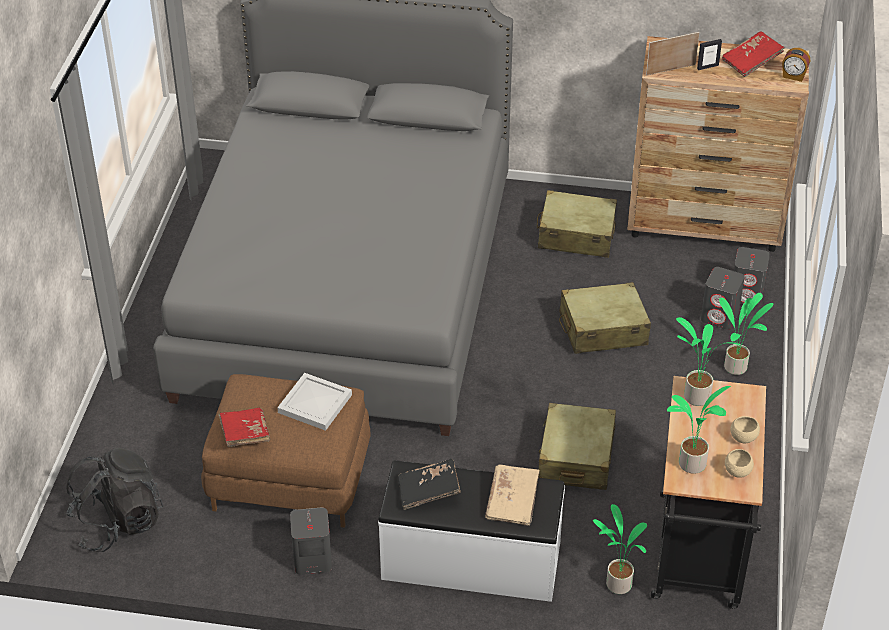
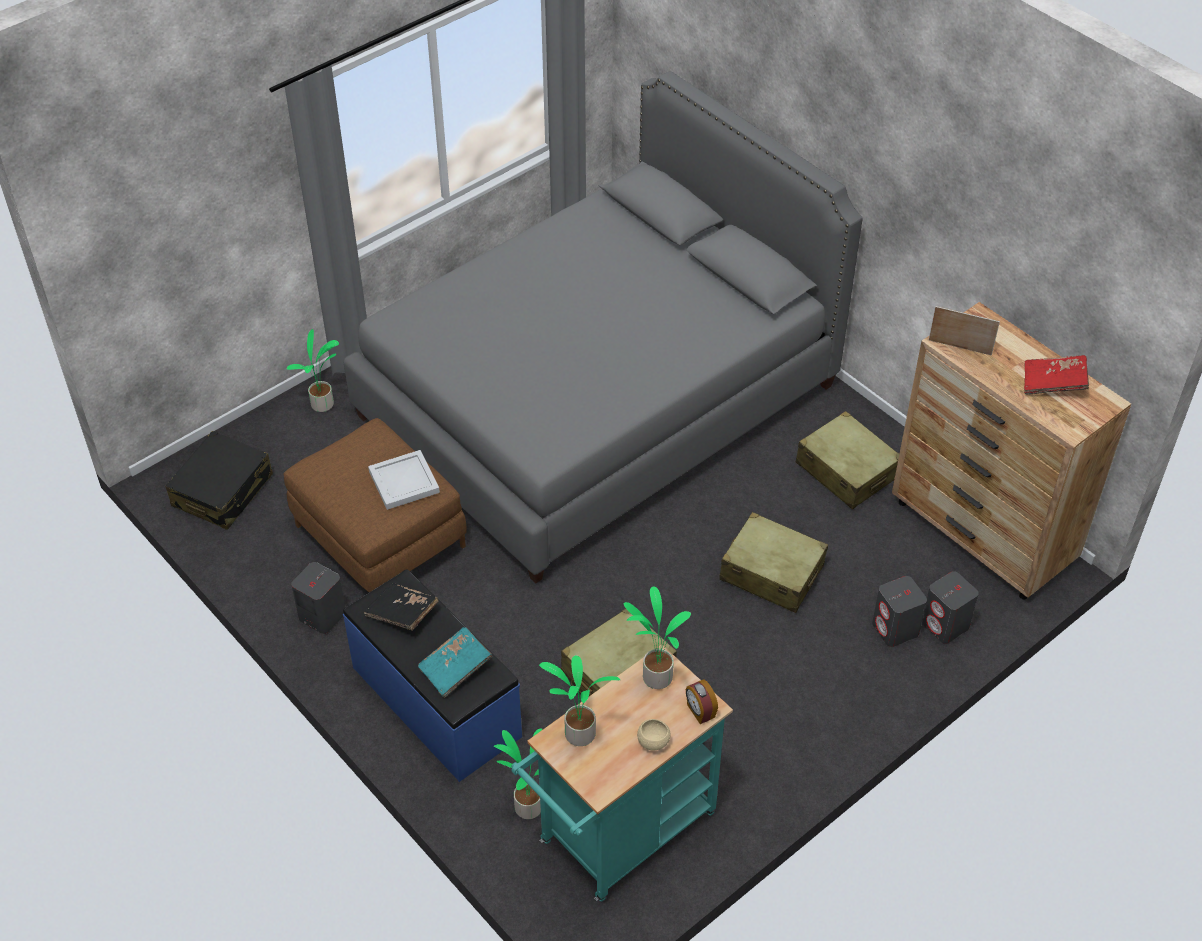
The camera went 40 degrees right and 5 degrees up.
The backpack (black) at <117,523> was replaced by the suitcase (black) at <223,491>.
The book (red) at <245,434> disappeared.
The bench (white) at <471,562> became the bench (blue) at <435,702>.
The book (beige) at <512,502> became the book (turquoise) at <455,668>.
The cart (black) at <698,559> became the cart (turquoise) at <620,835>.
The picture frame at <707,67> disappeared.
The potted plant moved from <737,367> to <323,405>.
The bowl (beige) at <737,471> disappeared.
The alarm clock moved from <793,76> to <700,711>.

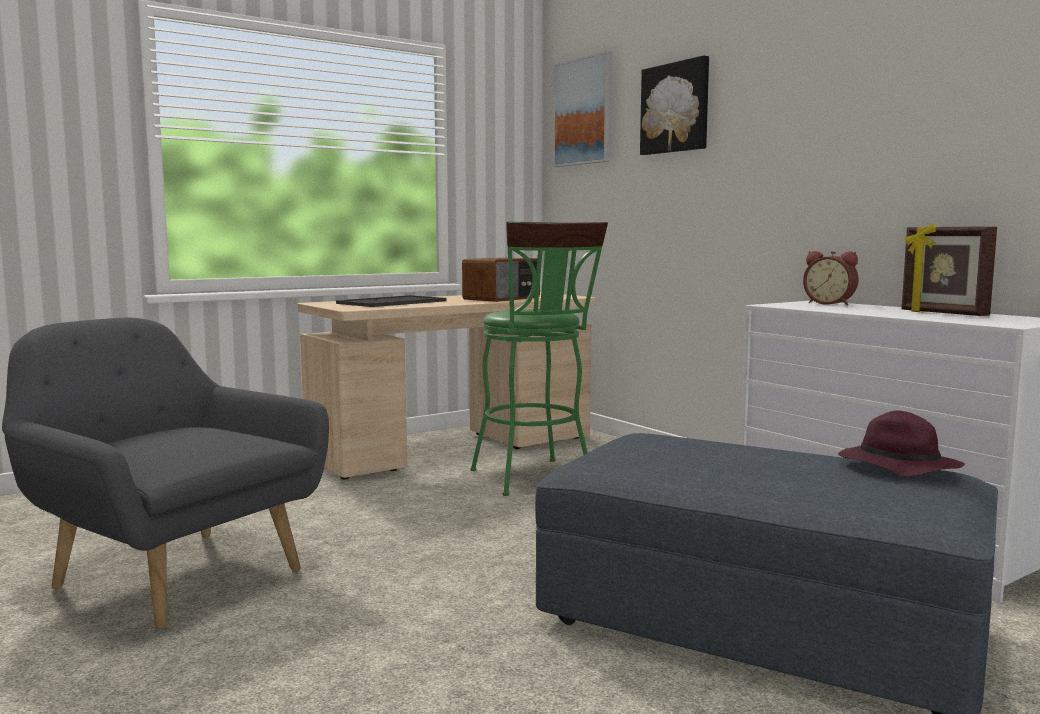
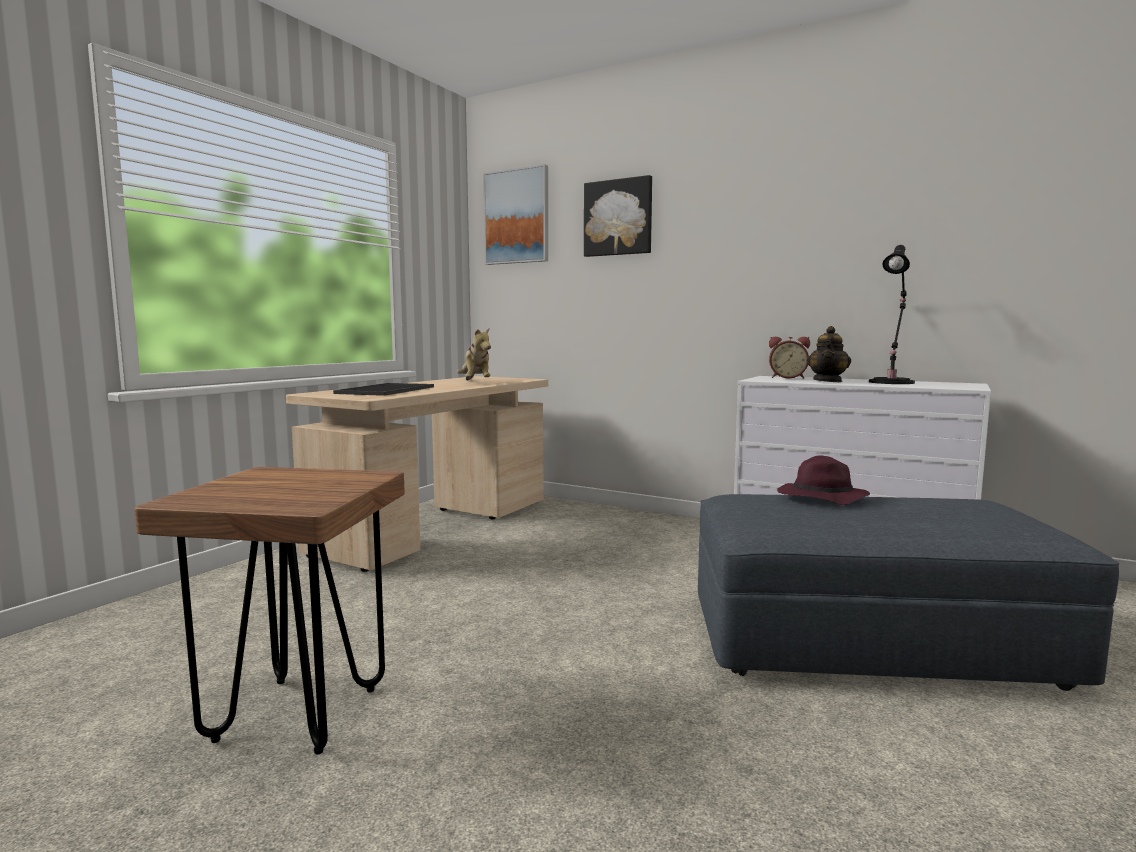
The camera went 25 degrees left and 0 degrees up.
The armchair (grey) at <173,573> was replaced by the stool (brown) at <298,713>.
The radio at <503,298> was replaced by the plush toy at <475,383>.
The stool (green) at <535,479> disappeared.
The hat (purple) moved from <896,467> to <820,498>.
The picture frame at <943,313> was replaced by the table lamp (black) at <892,382>.
The teapot at <828,381> appeared.

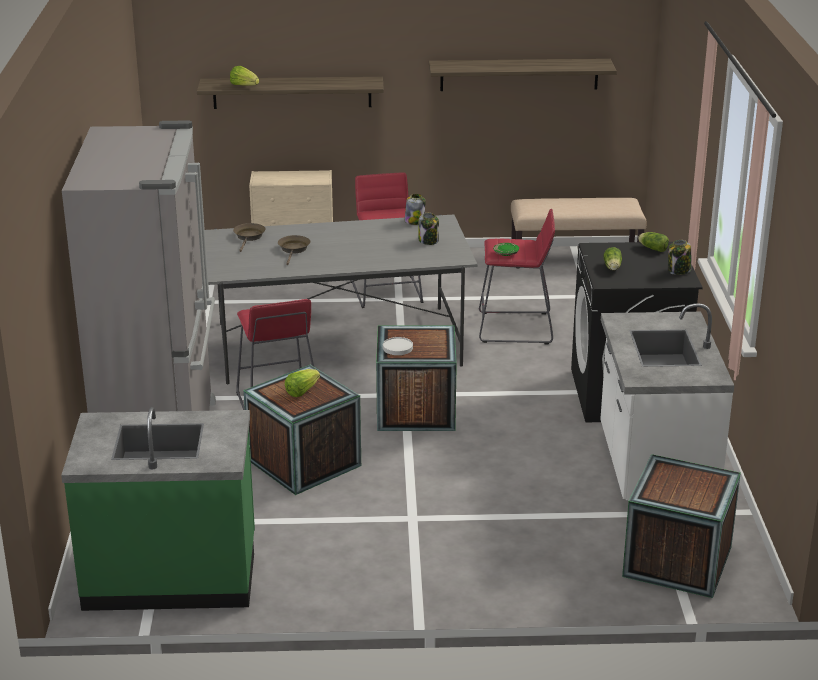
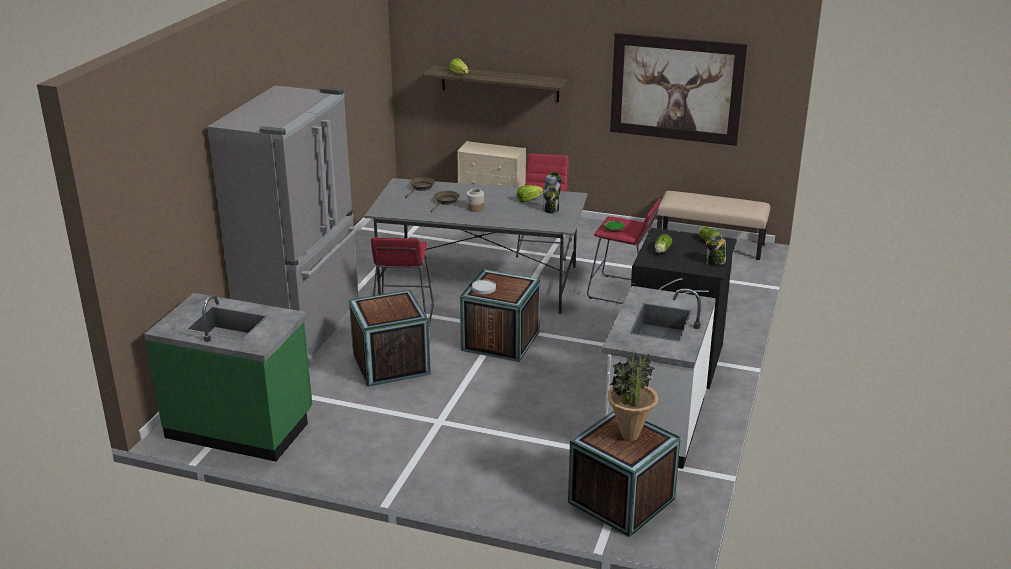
The camera went 20 degrees right and 0 degrees up.
The lettuce moved from <301,391> to <528,200>.
The shelf at <519,74> was replaced by the picture at <676,89>.
The jar at <475,208> appeared.
The potted plant at <629,436> appeared.

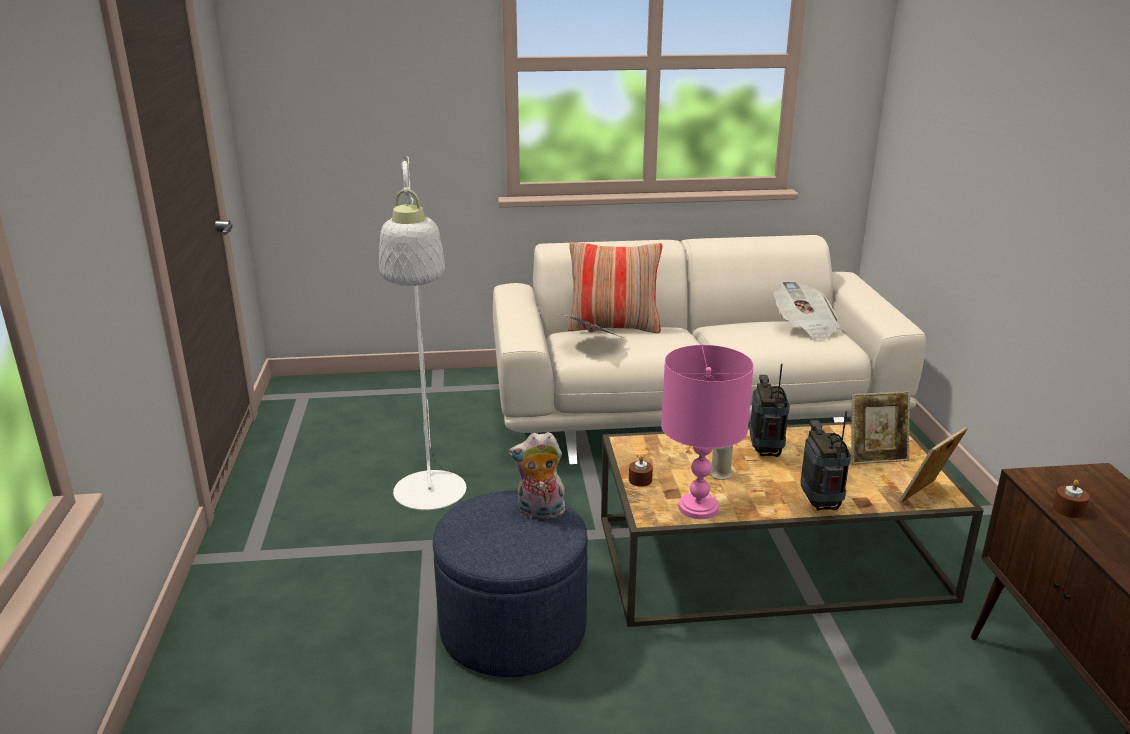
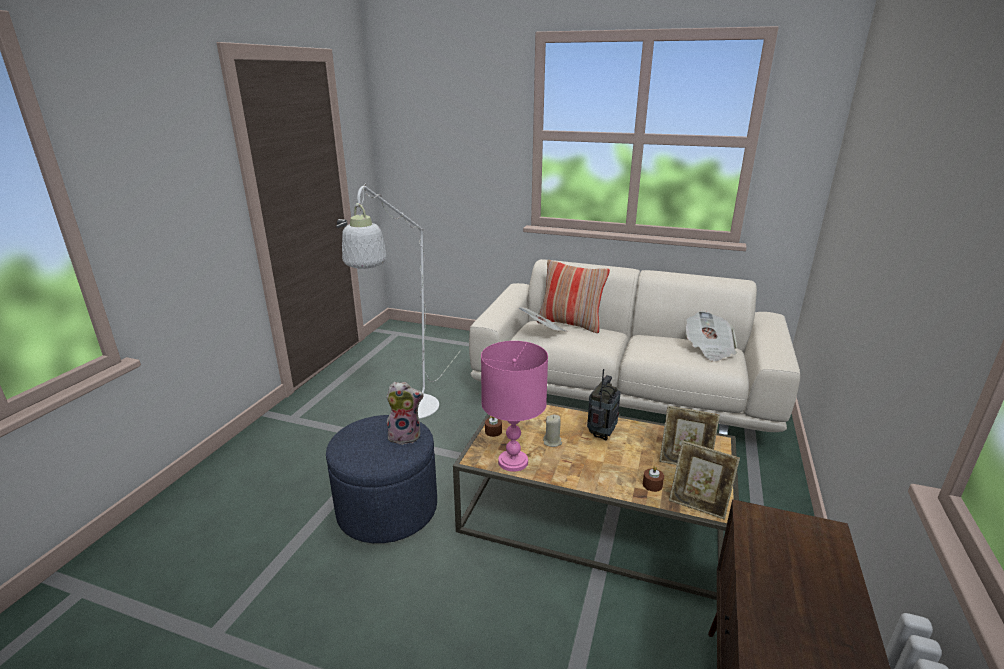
The camera went 25 degrees right and 0 degrees up.
The plush toy at <539,513> turned 150 degrees clockwise.
The radio at <820,504> disappeared.
The picture frame at <926,496> turned 135 degrees counterclockwise.
The candle (brown) moved from <1068,509> to <652,485>.

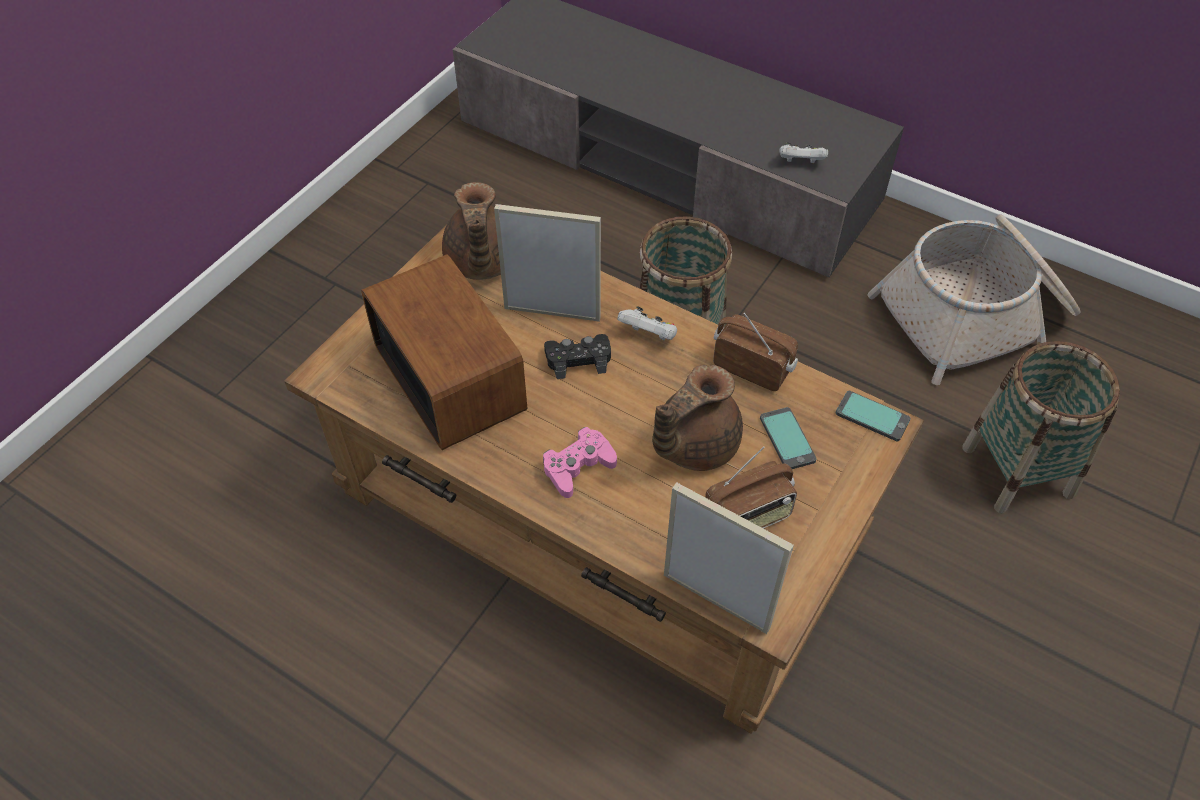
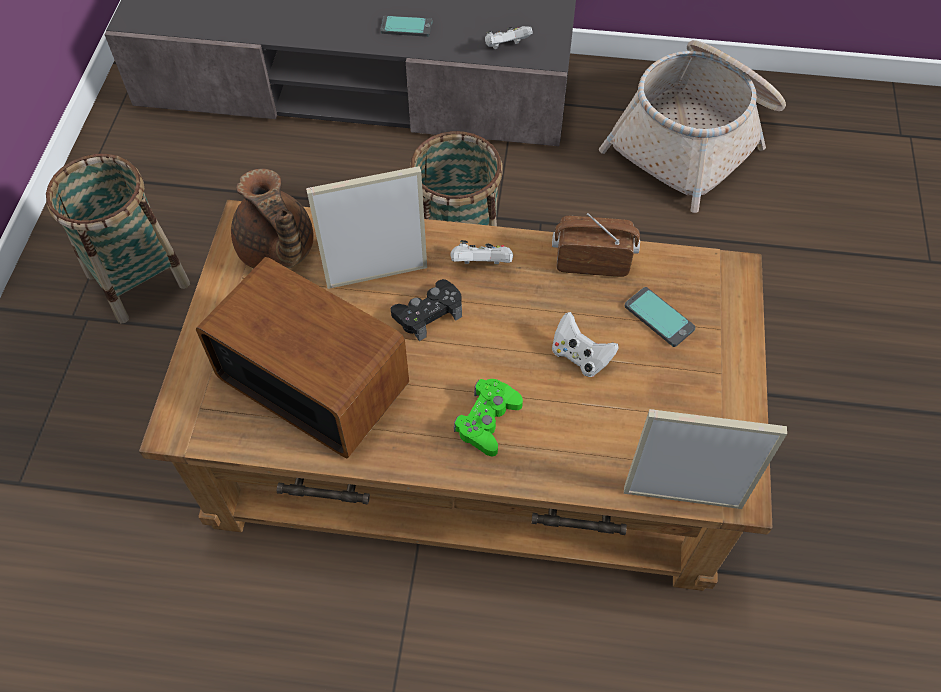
The camera went 25 degrees left and 5 degrees up.
The game controller (pink) at <578,467> became the game controller (green) at <487,420>.
The teapot (brown) at <693,445> was replaced by the game controller (white) at <580,356>.
The radio at <747,518> disappeared.
The phone moved from <872,416> to <406,27>.
The basket moved from <1017,471> to <138,280>.

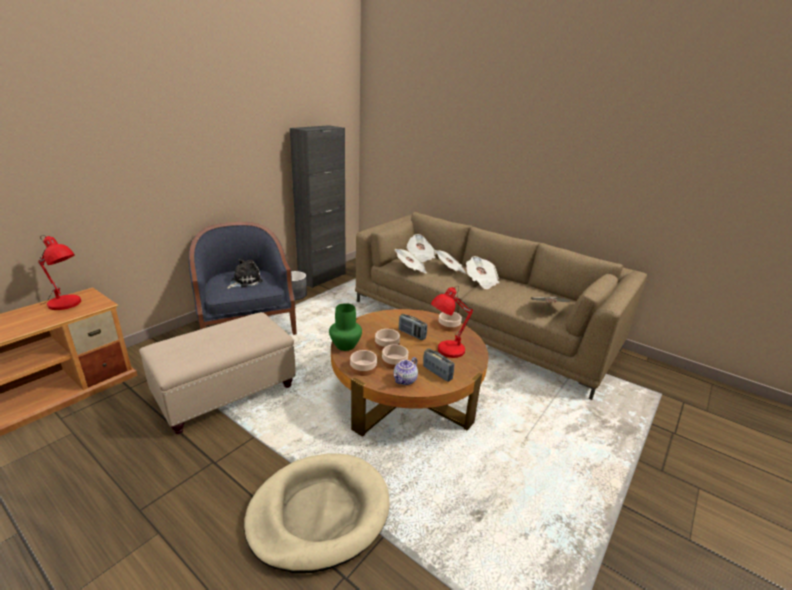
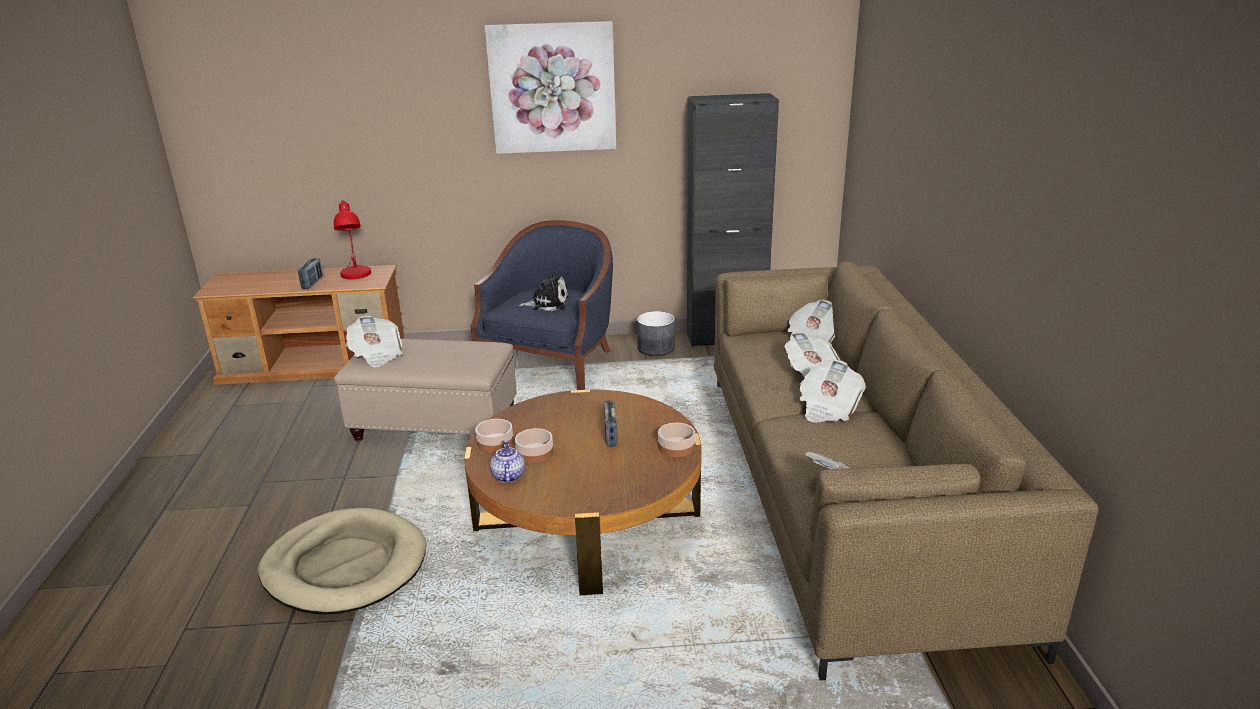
The camera went 50 degrees right and 0 degrees up.
The vase (green) at <346,346> disappeared.
The bowl at <387,344> disappeared.
The teapot at <405,380> turned 90 degrees clockwise.
The newspaper moved from <411,269> to <376,355>.
The radio moved from <437,373> to <312,283>.
The table lamp (red) at <447,351> disappeared.
The picture at <552,88> appeared.

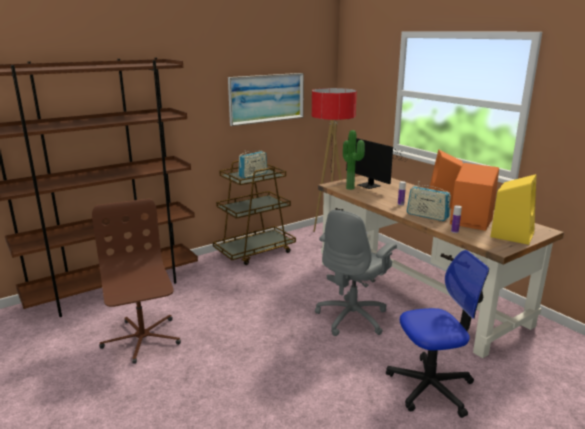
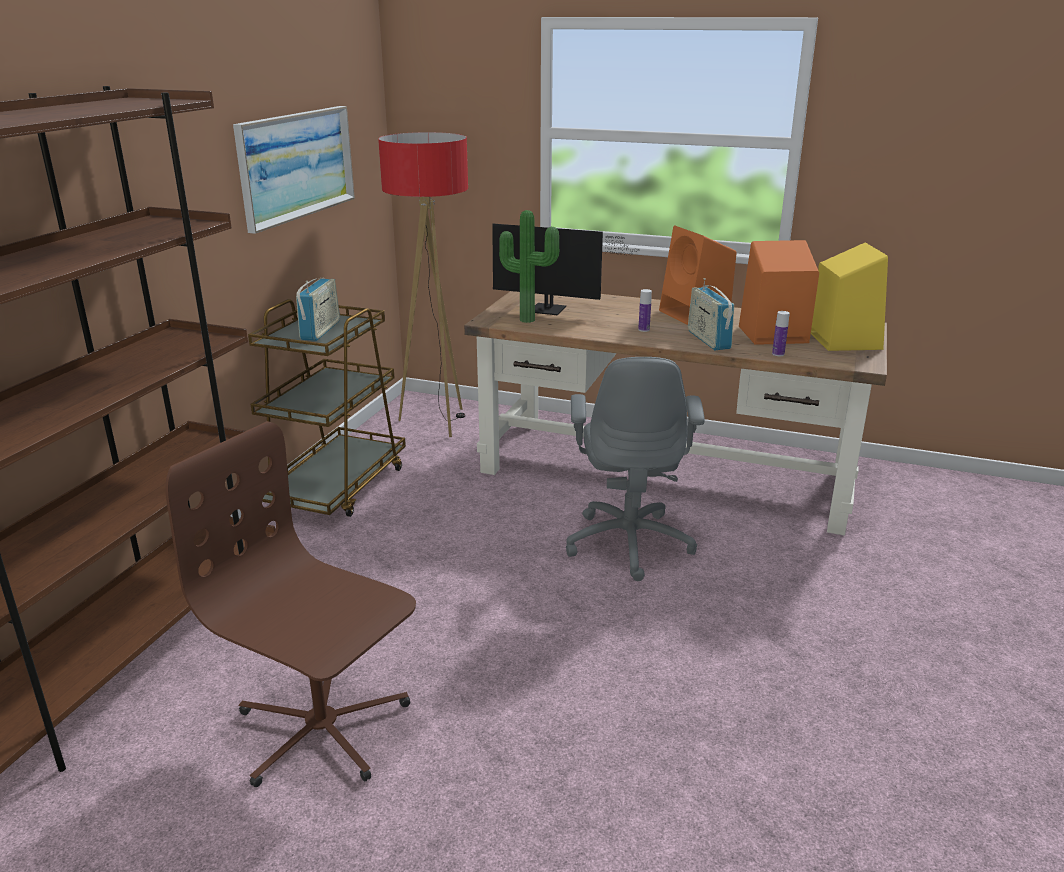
The camera went 35 degrees left and 5 degrees up.
The office chair at <430,387> disappeared.
The radio at <427,216> turned 75 degrees clockwise.

